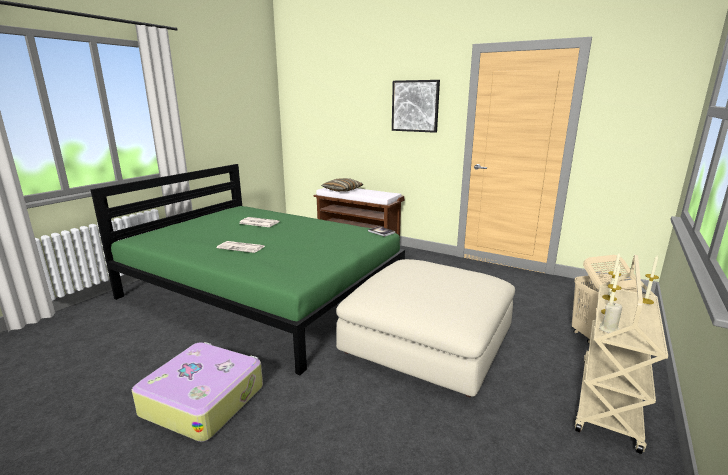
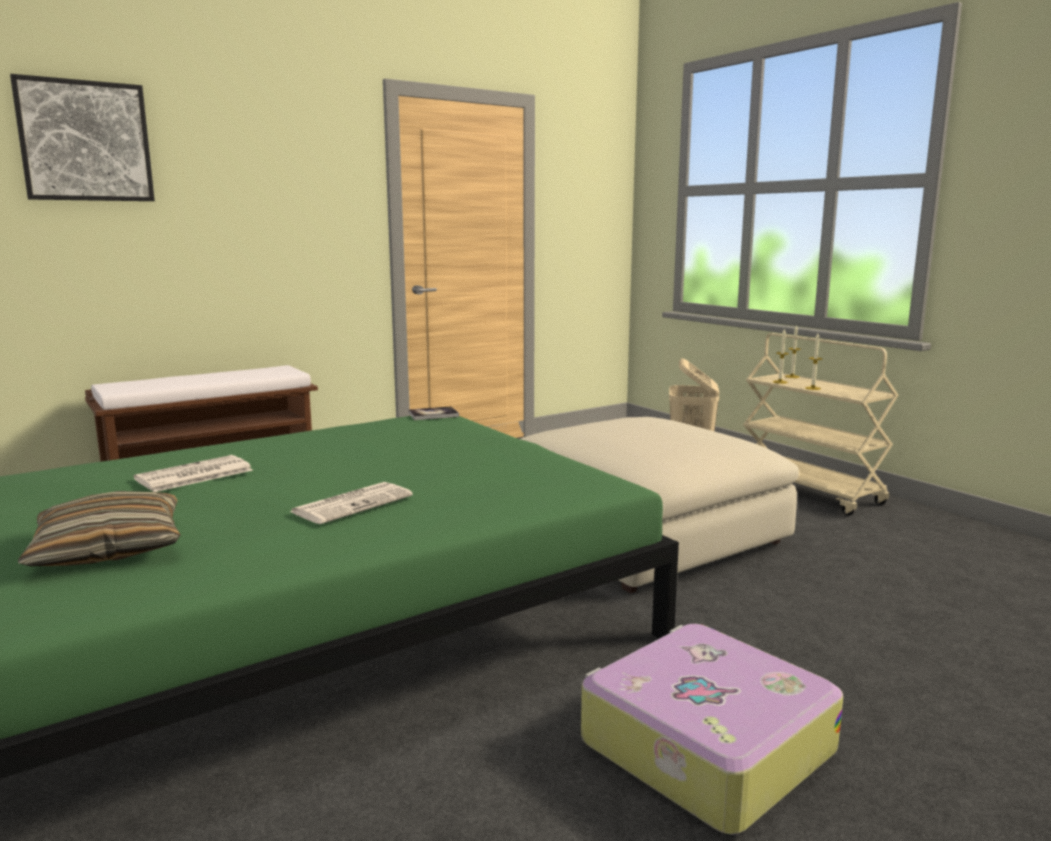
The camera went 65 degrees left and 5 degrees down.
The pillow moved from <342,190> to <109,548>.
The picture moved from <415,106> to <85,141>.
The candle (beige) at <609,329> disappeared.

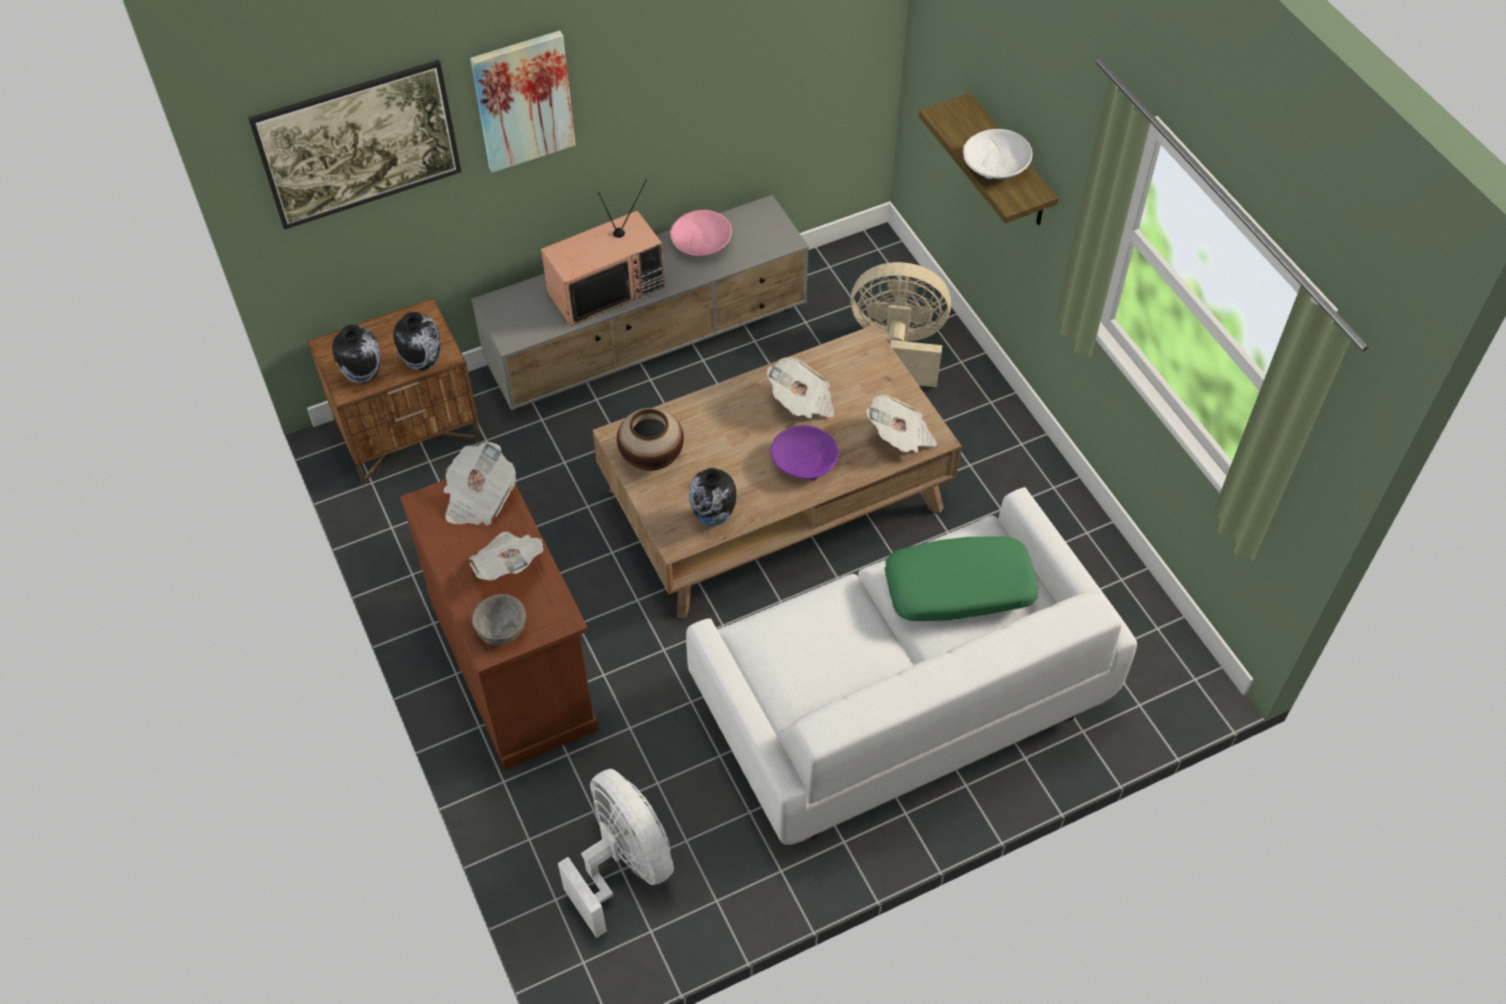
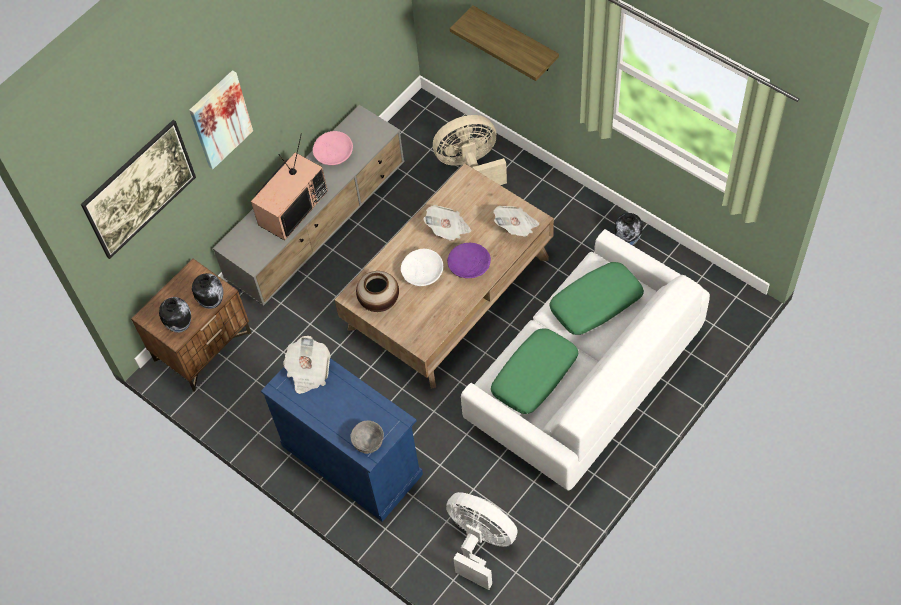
The camera went 20 degrees left and 5 degrees up.
The cabinet (brown) at <514,666> became the cabinet (blue) at <352,459>.
The newspaper at <508,565> disappeared.
The vase moved from <713,518> to <627,241>.
The bowl (white) moved from <996,166> to <423,272>.
The pillow (green) at <535,376> appeared.

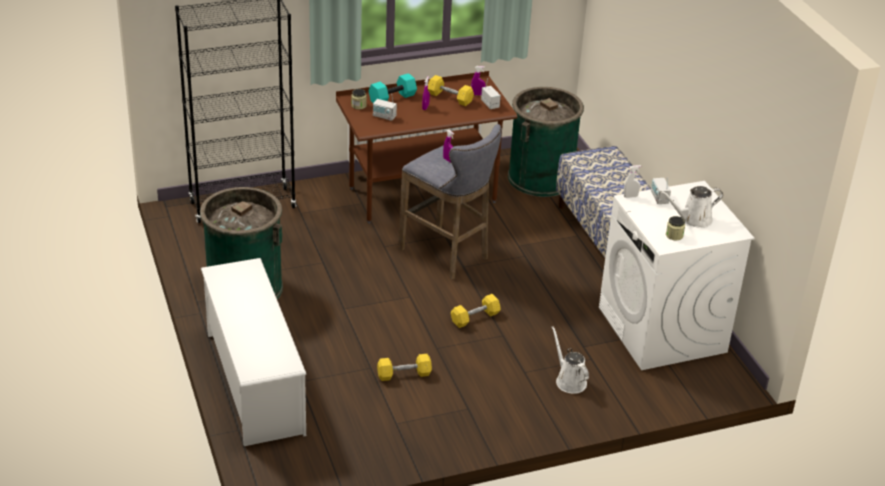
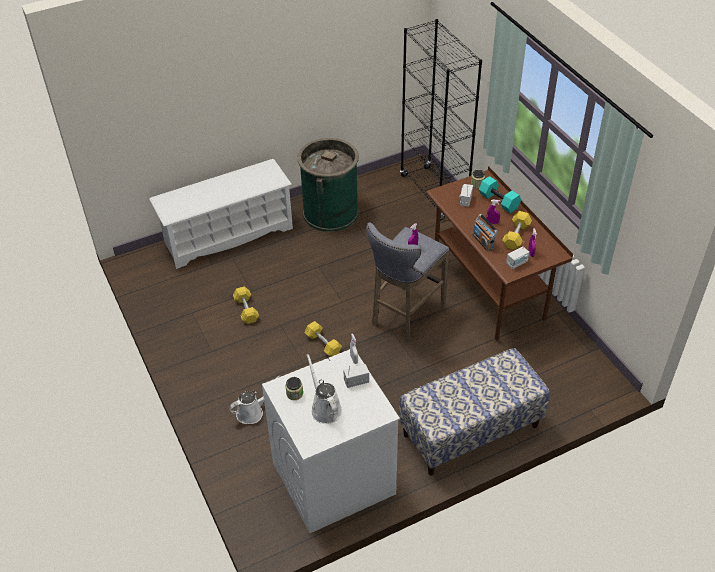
The camera went 85 degrees right and 10 degrees up.
The trash can (green) at <541,178> disappeared.
The radio at <483,241> appeared.

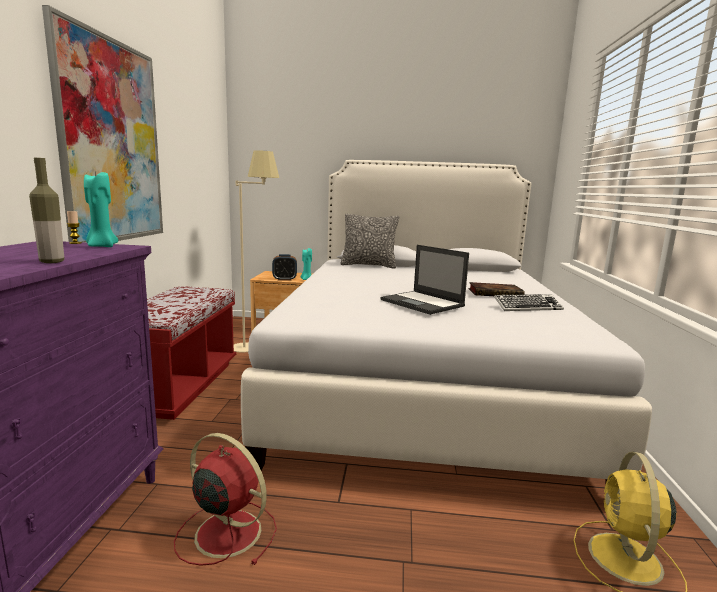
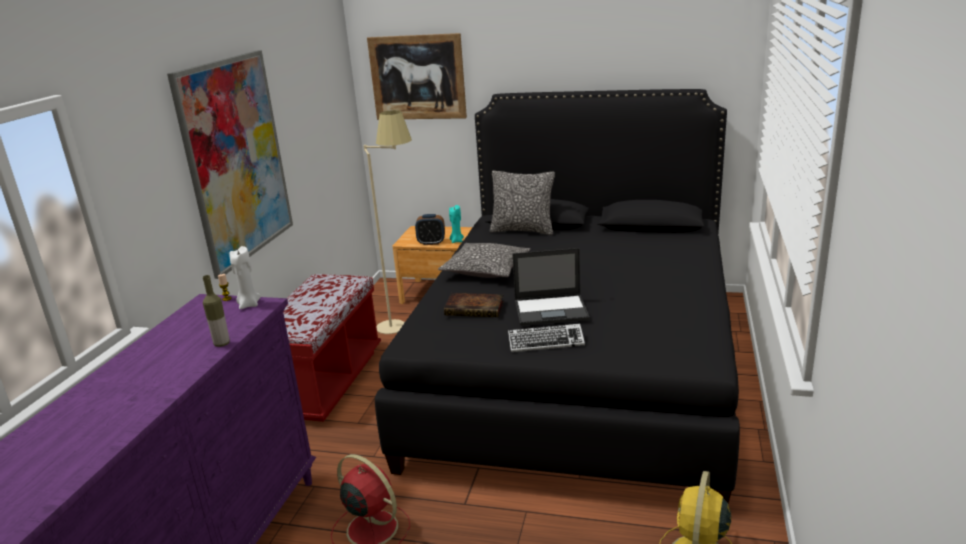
The camera went 10 degrees right and 10 degrees up.
The candle (turquoise) at <101,246> became the candle (white) at <249,305>.
The bed (white) at <420,380> became the bed (black) at <577,367>.
The laptop at <423,303> turned 60 degrees counterclockwise.
The book moved from <496,293> to <476,308>.
The keyboard moved from <527,307> to <546,342>.
The picture at <417,77> appeared.
The pillow at <486,270> appeared.

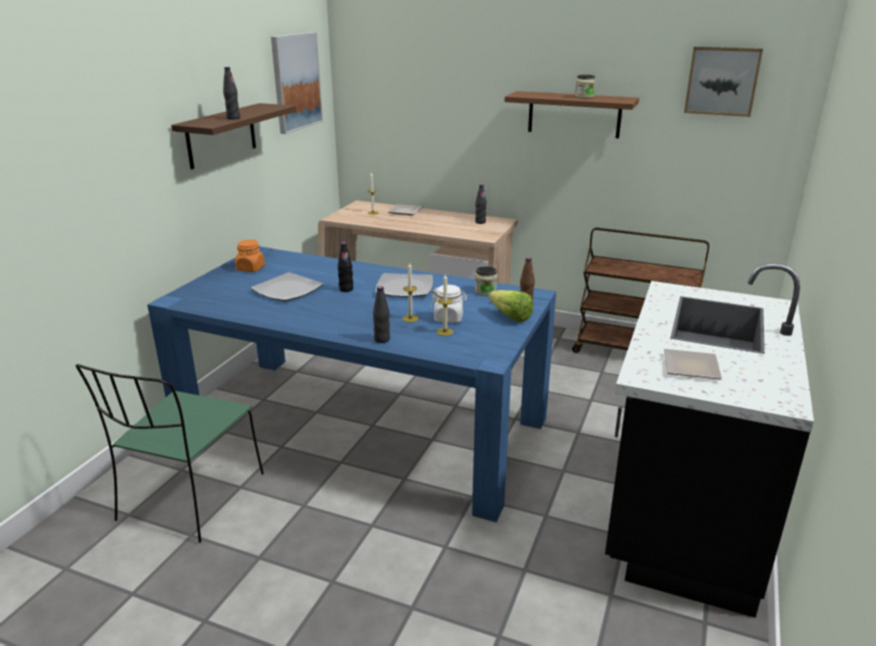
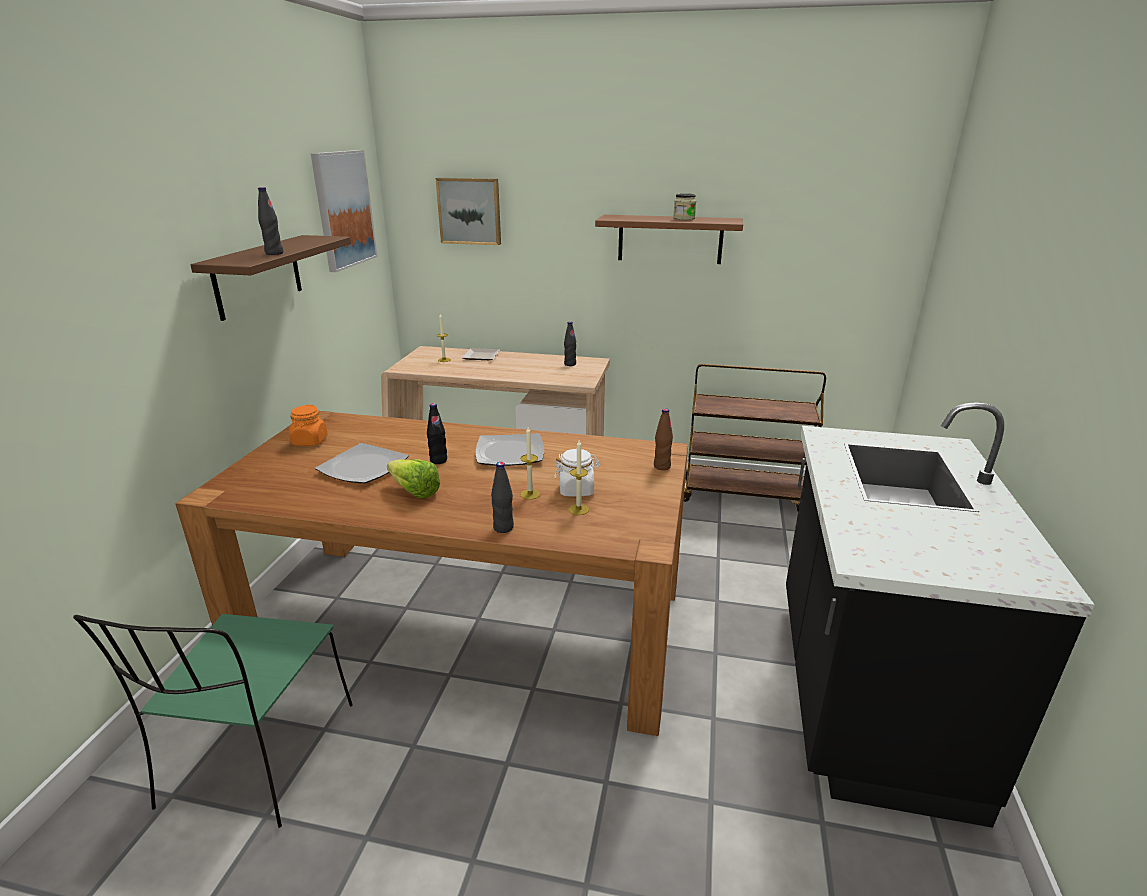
The camera went 10 degrees left and 0 degrees up.
The dining table (blue) at <363,426> became the dining table (brown) at <466,620>.
The jar at <485,291> disappeared.
The lettuce moved from <508,316> to <412,490>.
The plate at <689,368> disappeared.
The picture moved from <722,81> to <470,211>.

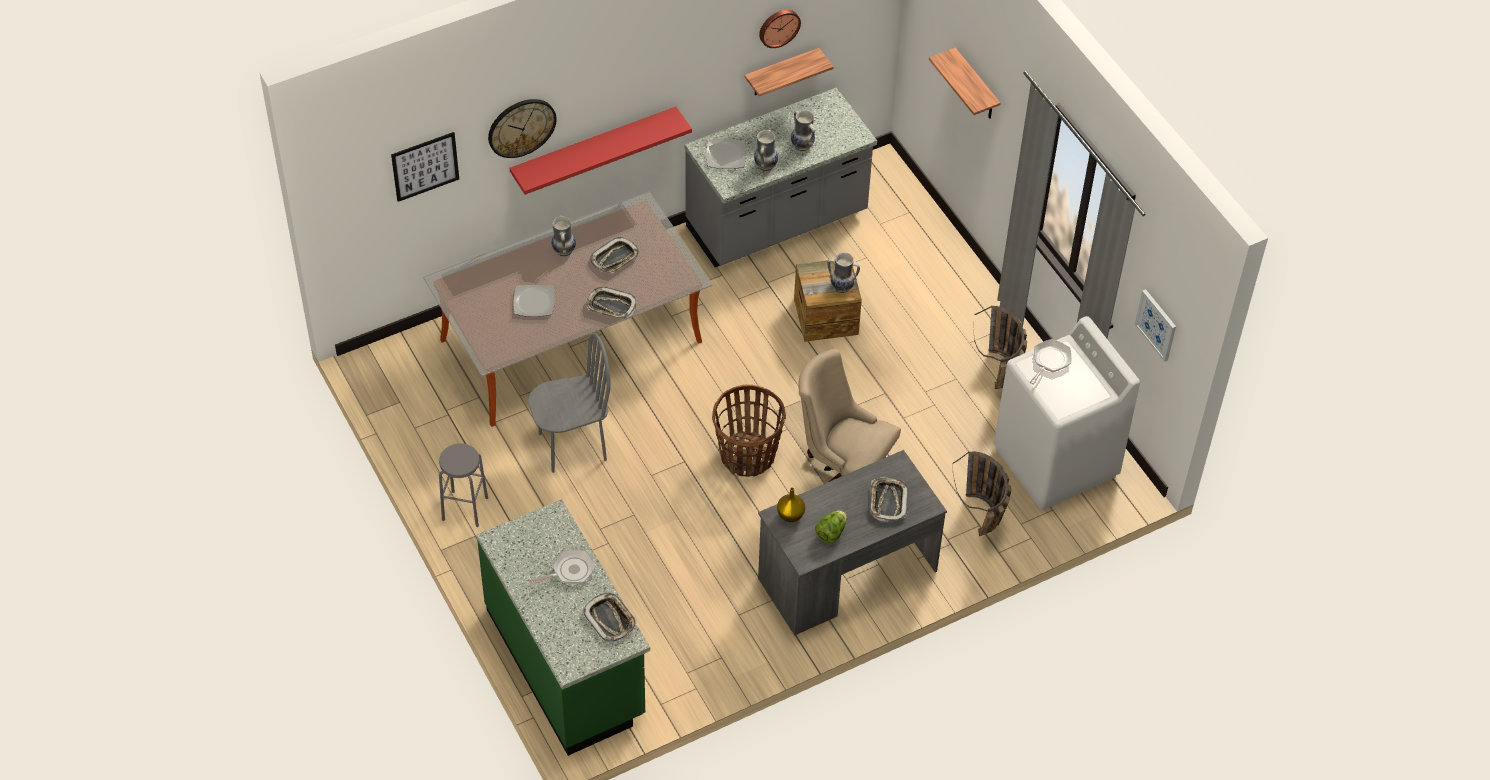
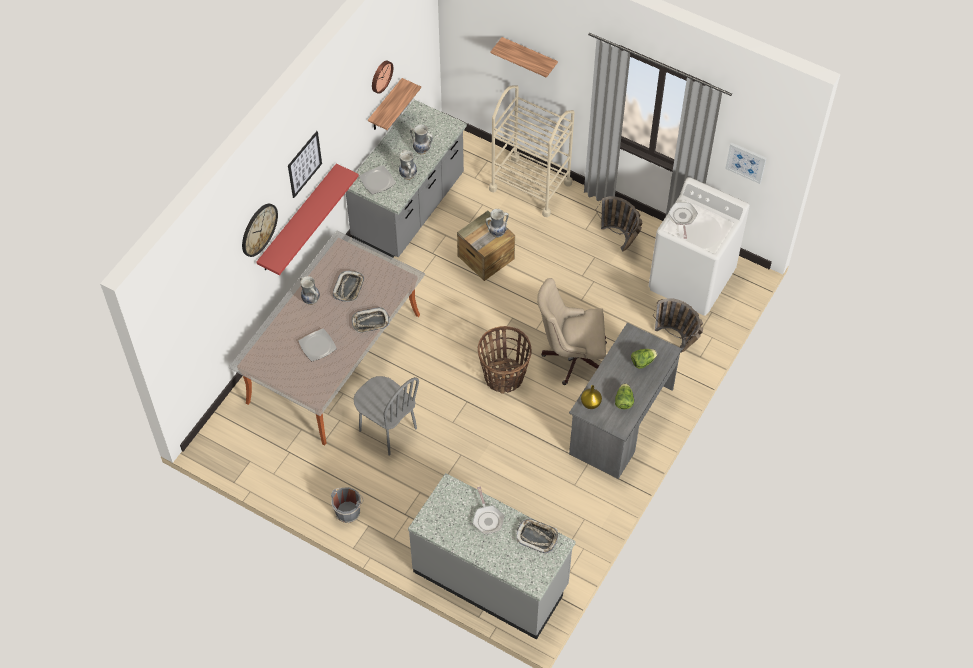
The camera went 30 degrees left and 5 degrees up.
The picture moved from <425,166> to <304,164>.
The stool (grey) at <465,508> was replaced by the bucket (grey) at <348,511>.
The counter (green) at <567,663> became the counter (grey) at <491,578>.
The chair (grey) at <572,446> turned 90 degrees clockwise.
The frying pan at <570,571> turned 135 degrees clockwise.
The tray at <887,501> was replaced by the lettuce at <642,362>.
The cart (beige) at <530,186> appeared.

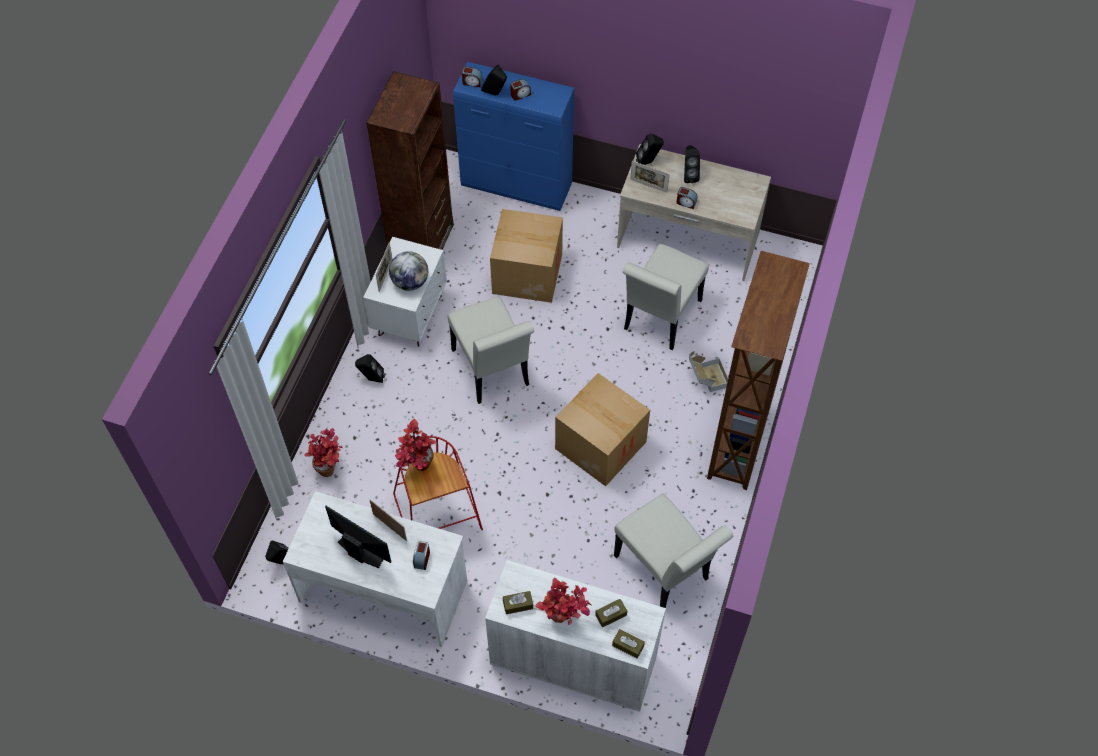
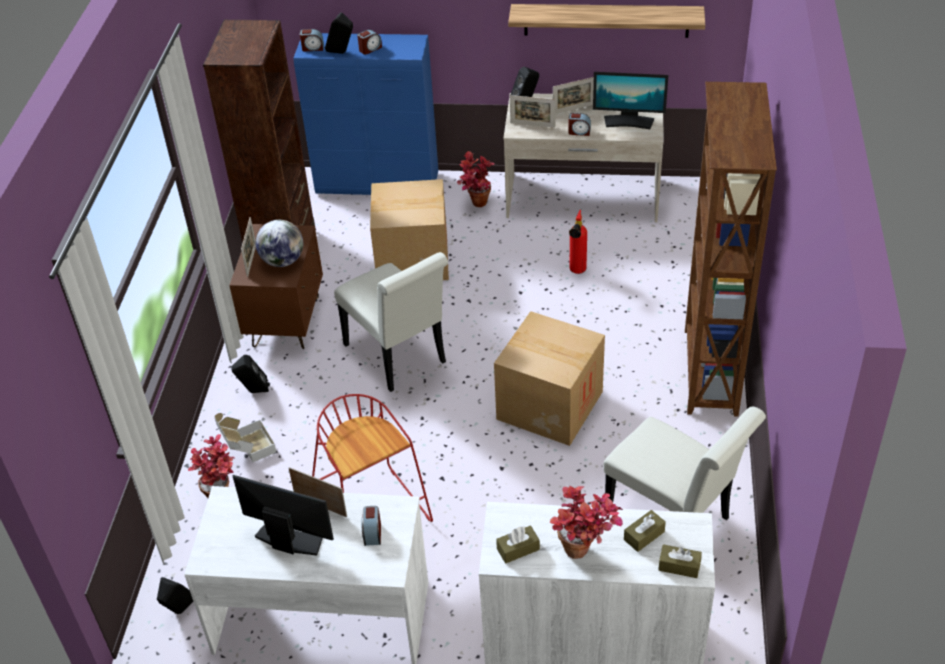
The camera went 10 degrees left and 15 degrees down.
The nightstand (white) at <410,316> became the nightstand (brown) at <286,322>.
The potted plant moved from <417,468> to <475,206>.
The chair (white) at <660,319> was replaced by the fire extinguisher at <577,272>.
The speaker (black) at <689,175> was replaced by the picture frame at <573,109>.
The cardboard box moved from <706,379> to <247,449>.
The shelf at <606,20> appeared.
The monitor at <628,122> appeared.

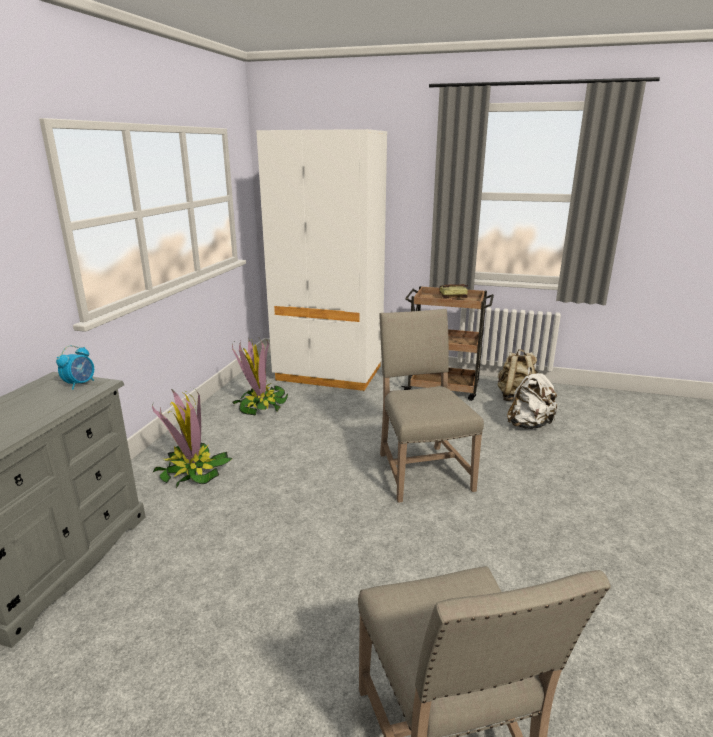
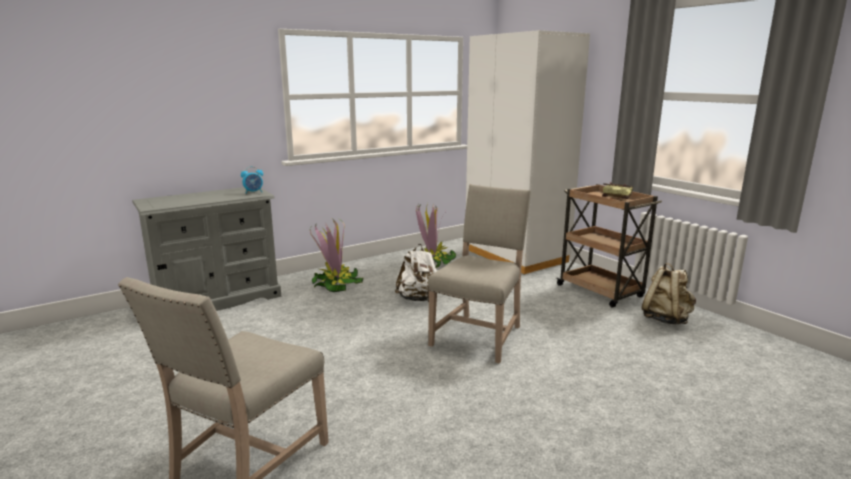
The camera went 40 degrees right and 5 degrees down.
The backpack (white) moved from <529,425> to <419,299>.

